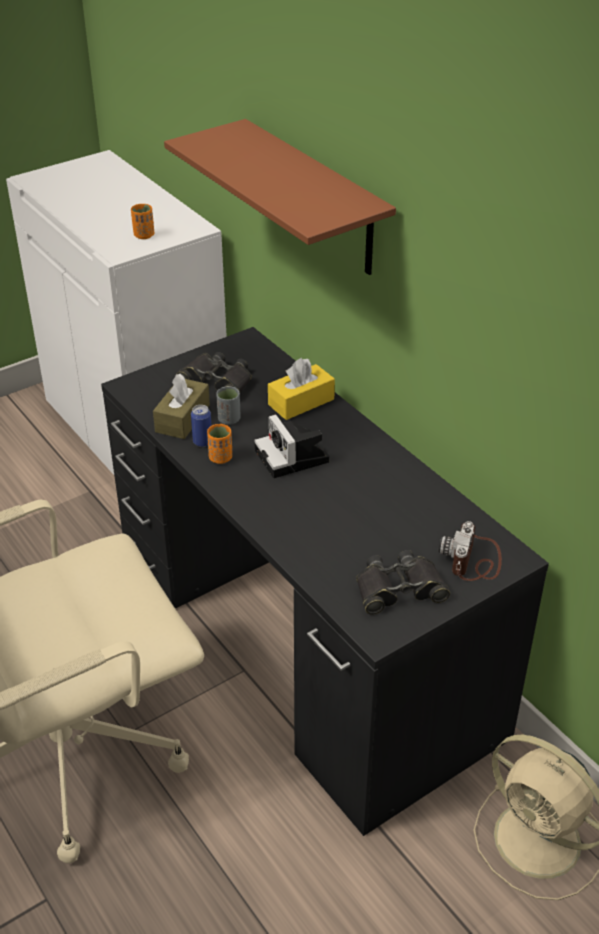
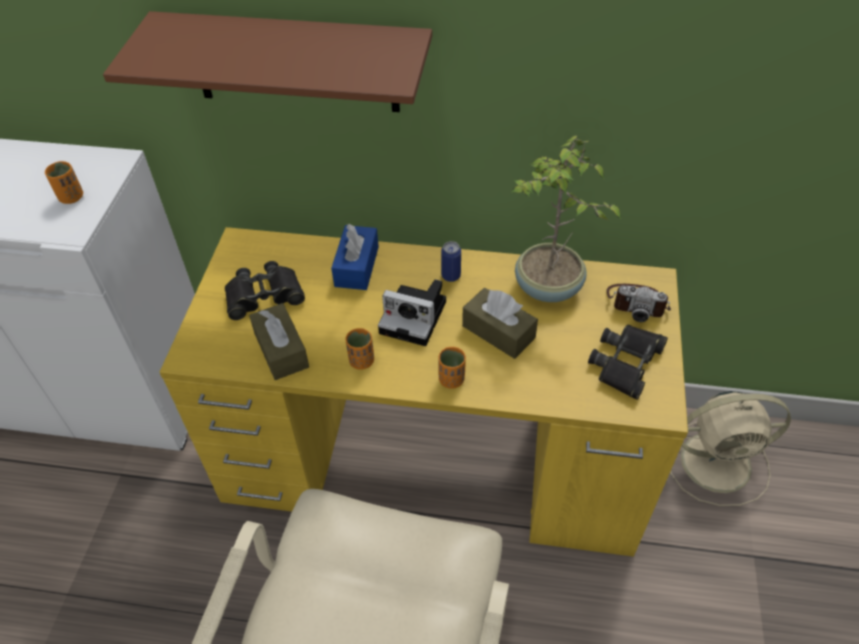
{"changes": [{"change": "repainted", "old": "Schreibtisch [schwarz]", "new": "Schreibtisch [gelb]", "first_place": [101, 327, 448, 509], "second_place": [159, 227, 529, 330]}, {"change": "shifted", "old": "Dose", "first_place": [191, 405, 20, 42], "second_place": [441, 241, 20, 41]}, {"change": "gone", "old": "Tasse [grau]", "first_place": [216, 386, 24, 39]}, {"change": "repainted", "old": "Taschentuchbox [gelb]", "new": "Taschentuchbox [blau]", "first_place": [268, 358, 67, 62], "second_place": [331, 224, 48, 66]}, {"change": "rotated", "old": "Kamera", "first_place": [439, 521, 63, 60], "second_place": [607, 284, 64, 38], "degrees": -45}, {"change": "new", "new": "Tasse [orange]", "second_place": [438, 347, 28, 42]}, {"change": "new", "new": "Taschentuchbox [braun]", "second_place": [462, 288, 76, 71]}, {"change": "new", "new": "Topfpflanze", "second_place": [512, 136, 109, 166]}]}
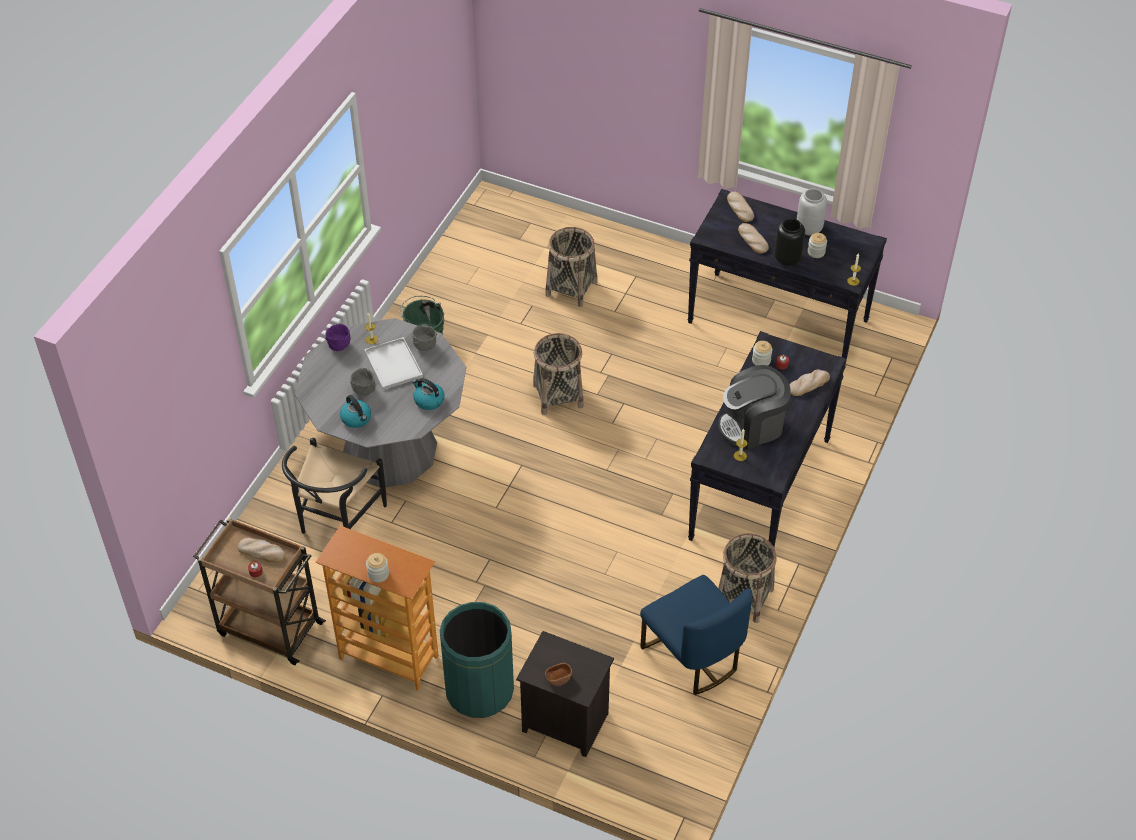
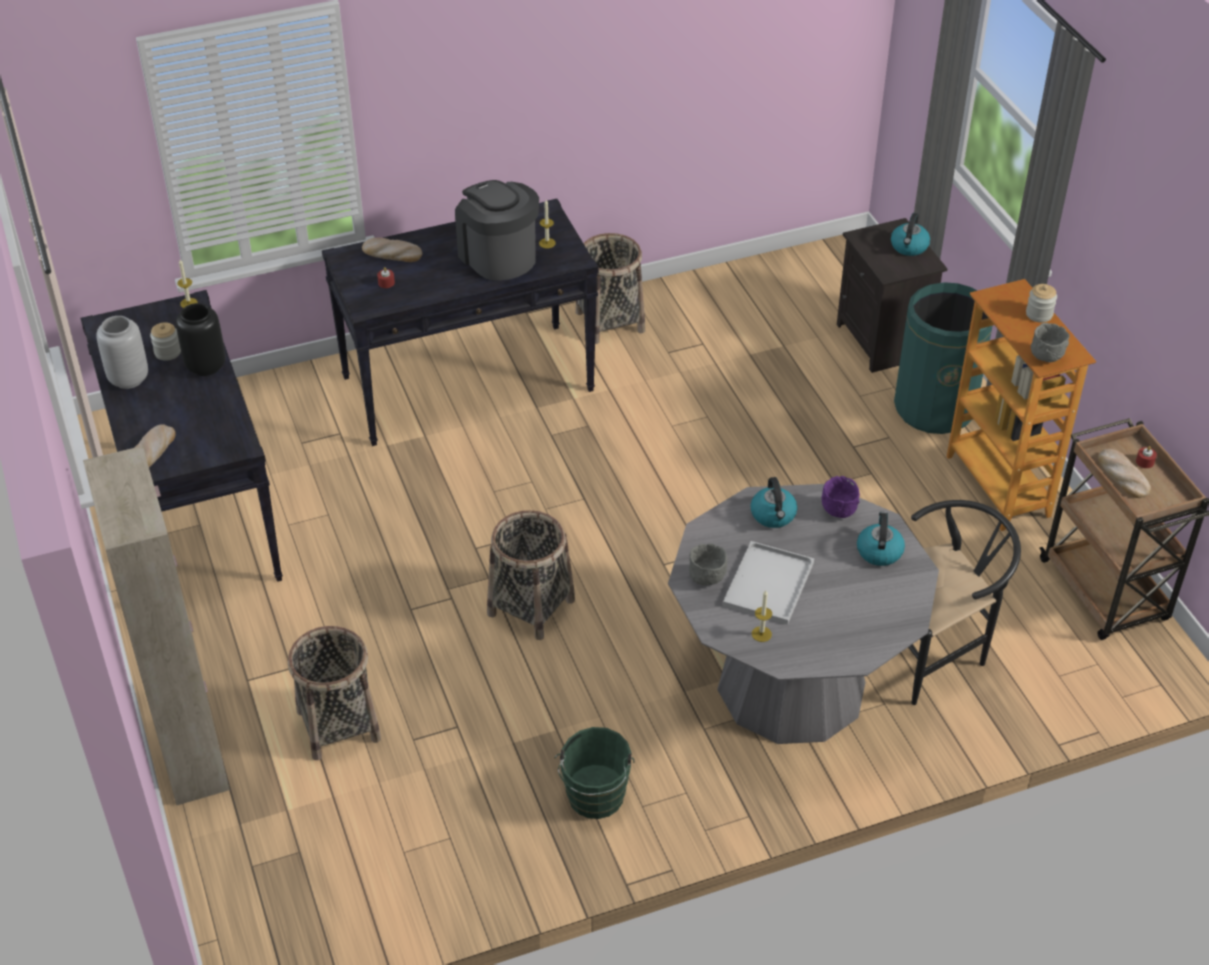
{"changes": [{"change": "shifted", "old": "Schüssel [lila]", "first_place": [325, 323, 26, 28], "second_place": [821, 476, 39, 42]}, {"change": "shifted", "old": "Schüssel [grau]", "first_place": [350, 368, 25, 28], "second_place": [1031, 323, 39, 39]}, {"change": "swapped", "old": "Schüssel [braun]", "new": "Wasserkessel", "first_place": [545, 663, 27, 23], "second_place": [891, 213, 39, 43]}, {"change": "gone", "old": "Stuhl [blau]", "first_place": [640, 575, 112, 120]}, {"change": "rotated", "old": "Kaffeemaschine", "first_place": [718, 365, 73, 85], "second_place": [455, 180, 84, 100], "degrees": -150}, {"change": "gone", "old": "Brot", "first_place": [738, 223, 31, 31]}, {"change": "gone", "old": "Vorratsglas", "first_place": [752, 341, 20, 25]}, {"change": "new", "new": "Schrank [beige]", "second_place": [83, 446, 147, 359]}]}
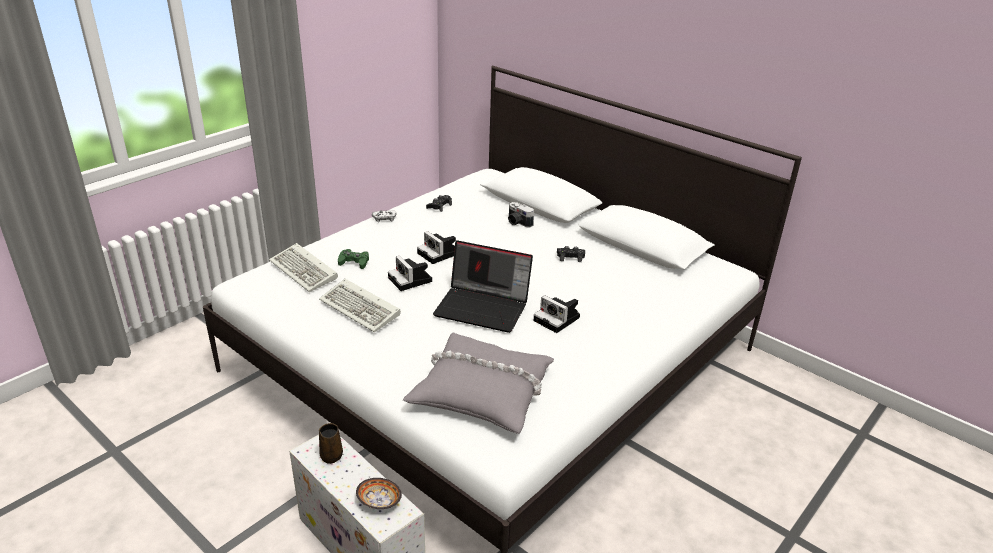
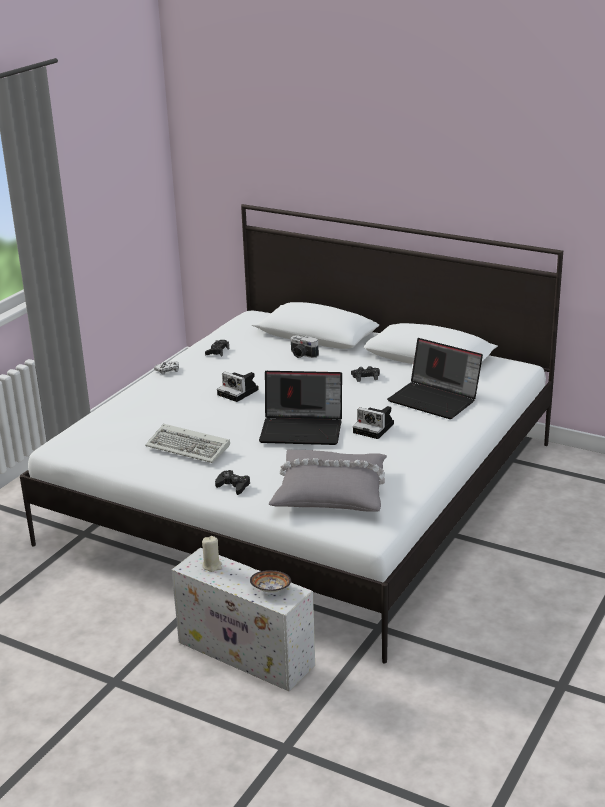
{"changes": [{"change": "gone", "old": "Tastatur", "first_place": [269, 243, 69, 49]}, {"change": "swapped", "old": "Henkelbecher [braun]", "new": "Kerze [beige]", "first_place": [319, 423, 24, 41], "second_place": [202, 536, 20, 36]}, {"change": "gone", "old": "Gamepad [grün]", "first_place": [338, 249, 31, 20]}, {"change": "gone", "old": "Kamera", "first_place": [388, 256, 44, 35]}, {"change": "new", "new": "Gamepad [schwarz]", "second_place": [215, 470, 35, 25]}, {"change": "new", "new": "Laptop", "second_place": [387, 338, 96, 81]}]}
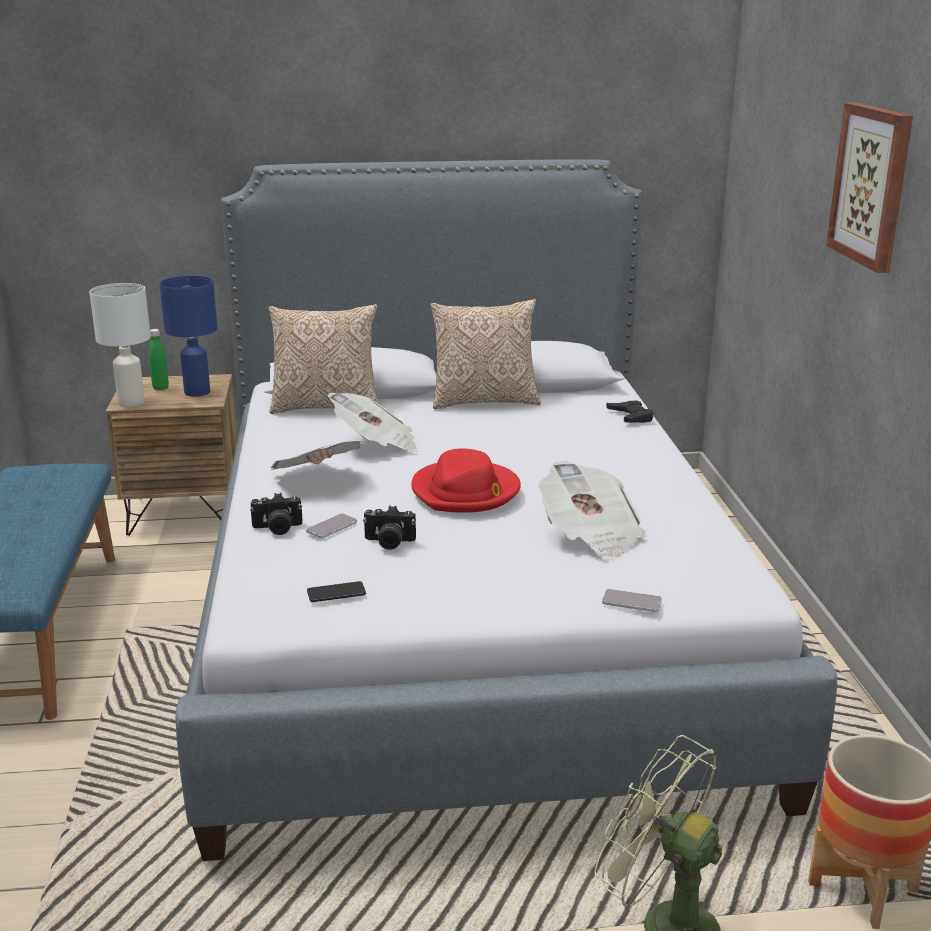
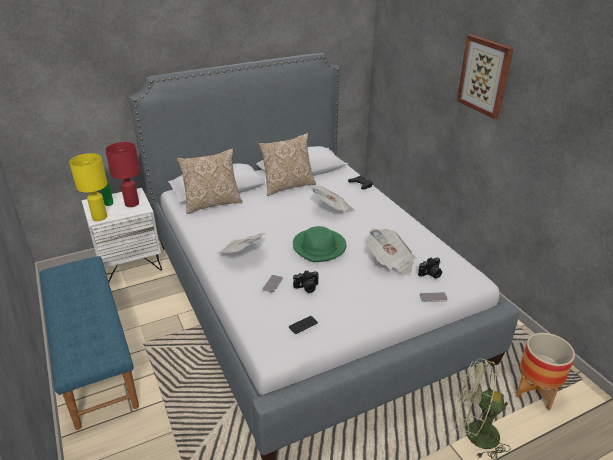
{"changes": [{"change": "repainted", "old": "Tischlampe [weiß]", "new": "Tischlampe [gelb]", "first_place": [89, 283, 62, 124], "second_place": [69, 153, 38, 68]}, {"change": "repainted", "old": "Nachttisch [braun]", "new": "Nachttisch [weiß]", "first_place": [106, 374, 132, 162], "second_place": [82, 188, 80, 94]}, {"change": "repainted", "old": "Tischlampe [blau]", "new": "Tischlampe [rot]", "first_place": [159, 276, 58, 121], "second_place": [105, 142, 35, 65]}, {"change": "shifted", "old": "Kamera", "first_place": [250, 493, 53, 42], "second_place": [418, 257, 24, 22]}, {"change": "shifted", "old": "Zeitung", "first_place": [328, 393, 90, 59], "second_place": [311, 186, 45, 26]}, {"change": "repainted", "old": "Hut [rot]", "new": "Hut [grün]", "first_place": [411, 448, 110, 65], "second_place": [293, 226, 54, 36]}]}
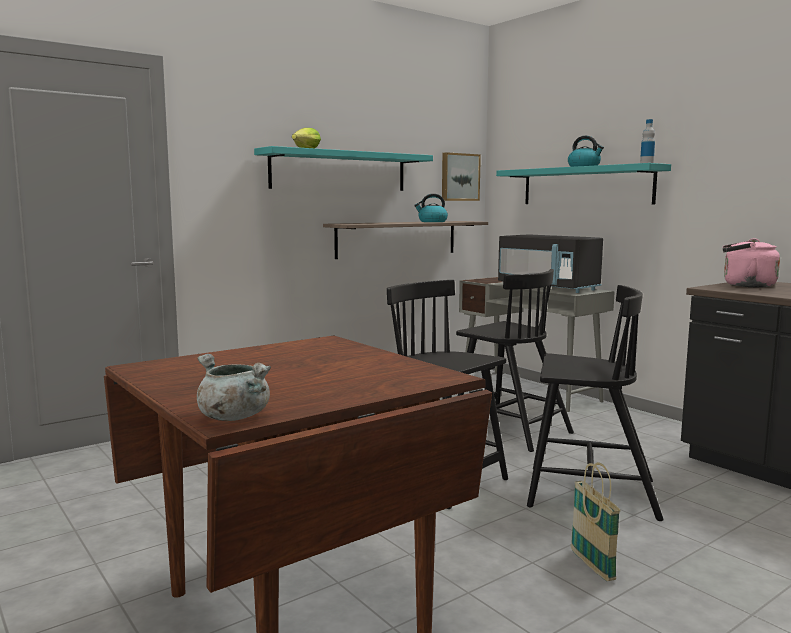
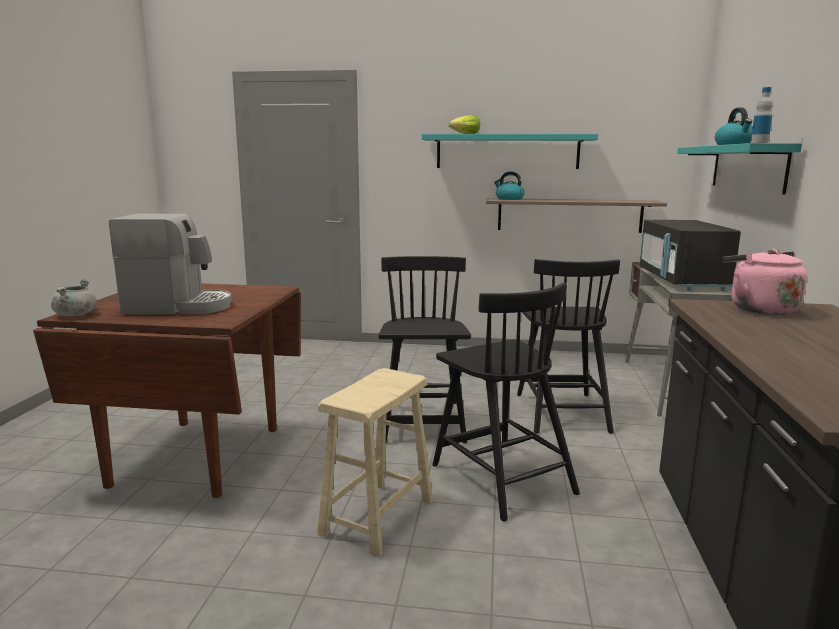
{"changes": [{"change": "shifted", "old": "Wasserkessel", "first_place": [414, 194, 34, 28], "second_place": [494, 172, 31, 28]}, {"change": "gone", "old": "Bild", "first_place": [442, 152, 39, 49]}, {"change": "swapped", "old": "Korb", "new": "Hocker [beige]", "first_place": [571, 462, 50, 119], "second_place": [317, 368, 116, 189]}, {"change": "new", "new": "Kaffeemaschine", "second_place": [109, 214, 122, 101]}]}
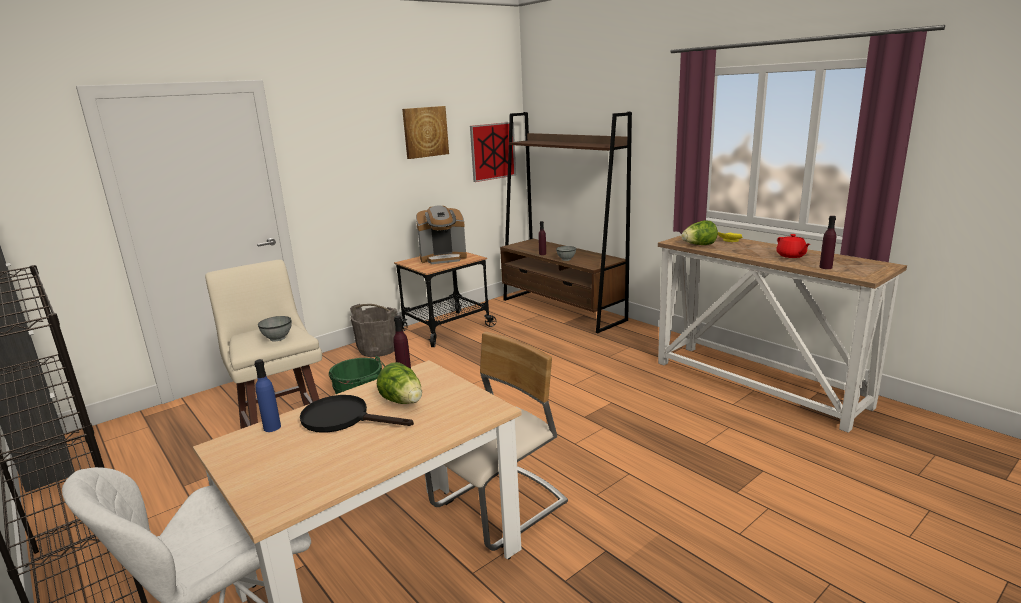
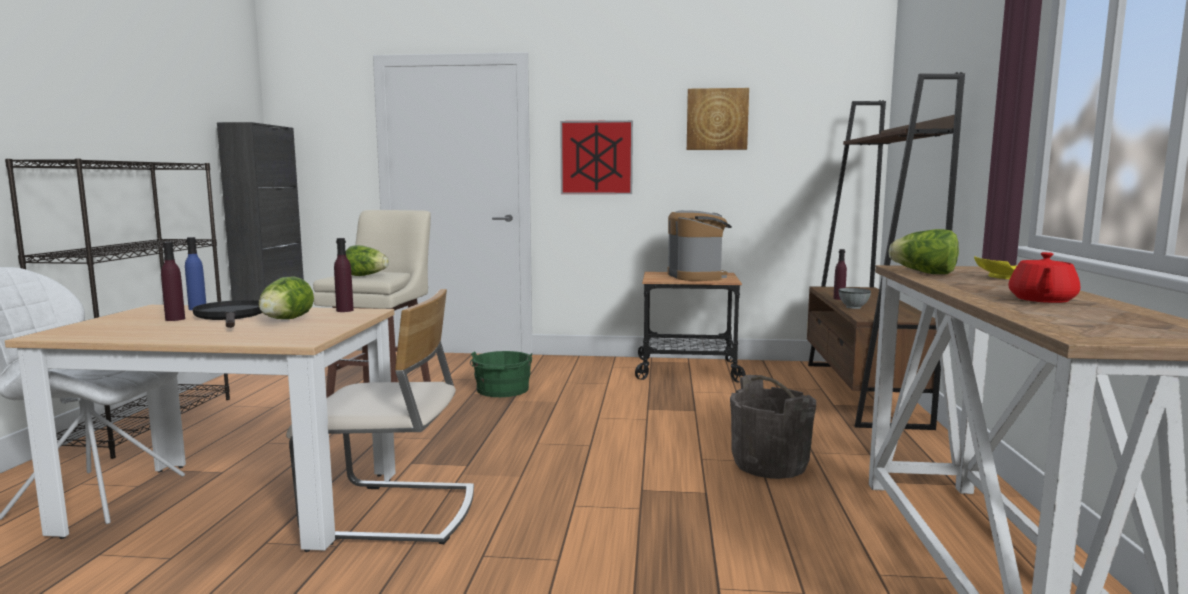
{"changes": [{"change": "swapped", "old": "Schüssel [grau]", "new": "Salatkopf", "first_place": [258, 316, 34, 25], "second_place": [346, 245, 43, 31]}, {"change": "shifted", "old": "Eimer [grau]", "first_place": [350, 304, 48, 53], "second_place": [730, 375, 86, 104]}, {"change": "rotated", "old": "Kaffeemaschine", "first_place": [416, 205, 51, 59], "second_place": [668, 210, 64, 71], "degrees": -135}, {"change": "shifted", "old": "Bild", "first_place": [470, 122, 46, 60], "second_place": [560, 120, 73, 74]}, {"change": "shifted", "old": "Flasche [lila]", "first_place": [820, 216, 16, 53], "second_place": [161, 242, 24, 79]}]}
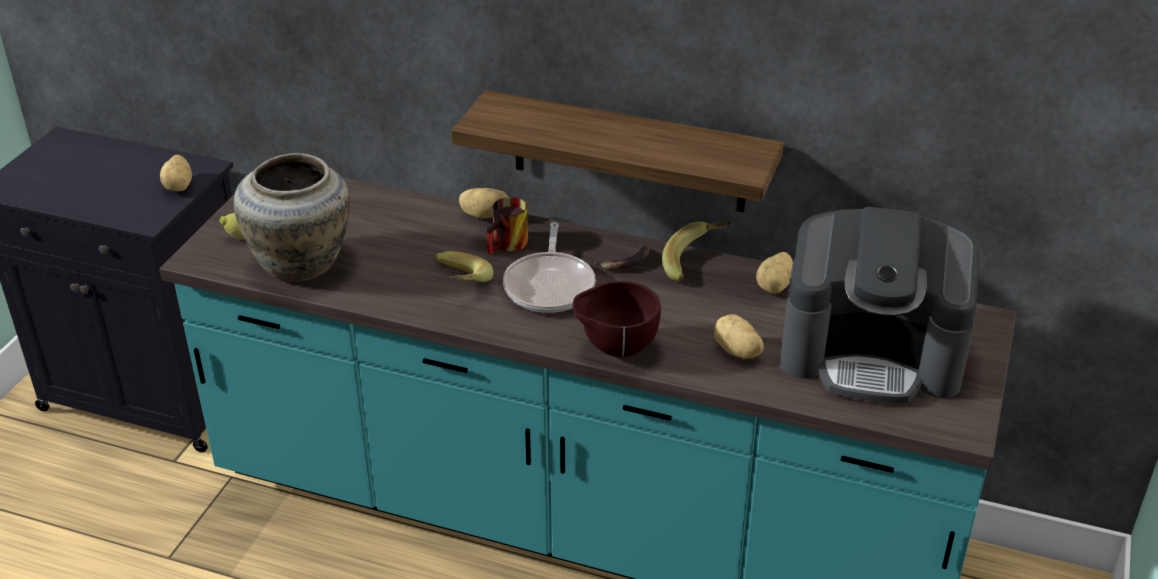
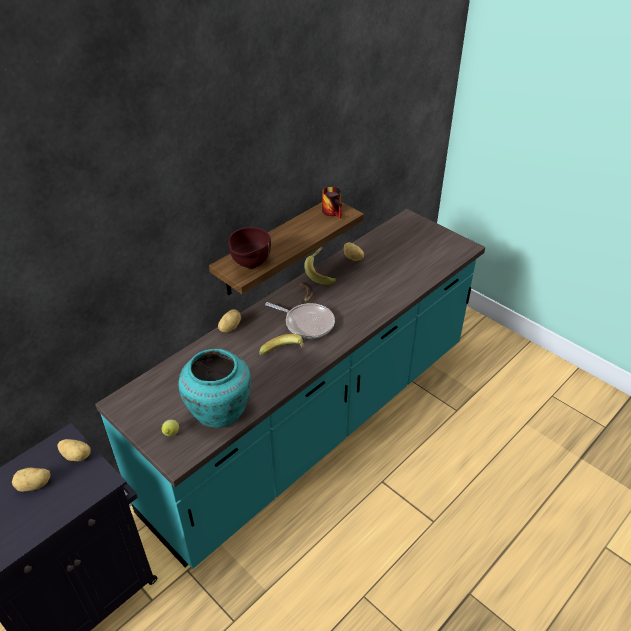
{"changes": [{"change": "repainted", "old": "Vase [beige]", "new": "Vase [türkis]", "first_place": [234, 153, 116, 129], "second_place": [178, 349, 73, 79]}, {"change": "shifted", "old": "Henkelbecher", "first_place": [487, 197, 41, 58], "second_place": [322, 187, 20, 31]}, {"change": "shifted", "old": "Schüssel [braun]", "first_place": [573, 280, 88, 78], "second_place": [228, 227, 43, 42]}, {"change": "shifted", "old": "Kartoffel", "first_place": [714, 314, 50, 45], "second_place": [12, 467, 39, 25]}, {"change": "gone", "old": "Kaffeemaschine", "first_place": [780, 207, 200, 196]}]}
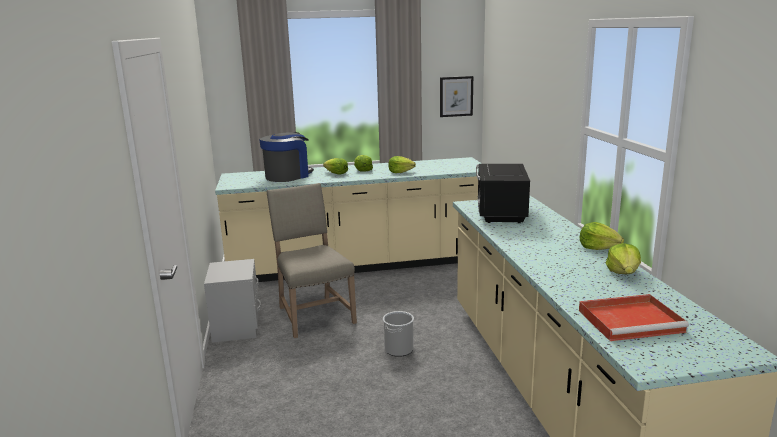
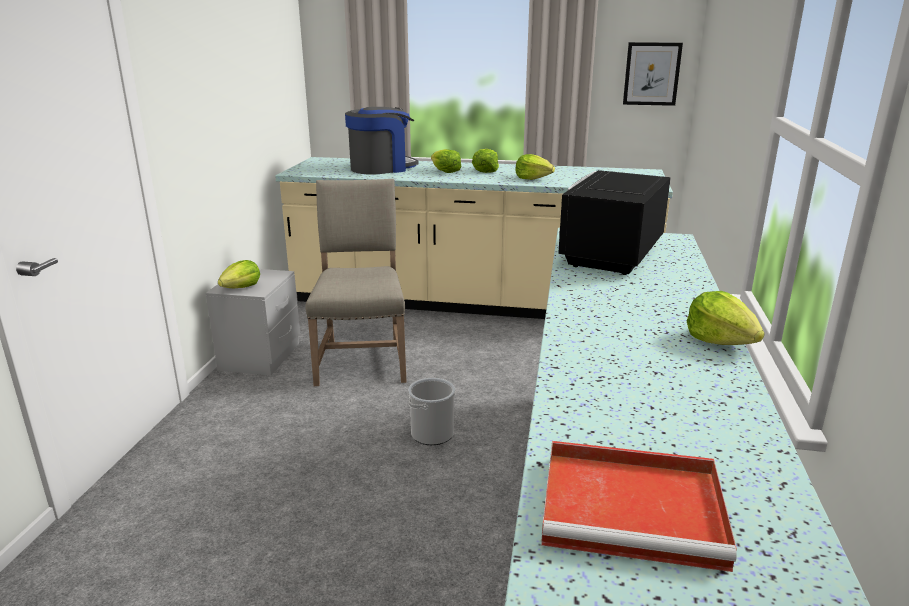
{"changes": [{"change": "shifted", "old": "Salatkopf", "first_place": [606, 243, 35, 31], "second_place": [218, 260, 42, 28]}]}
